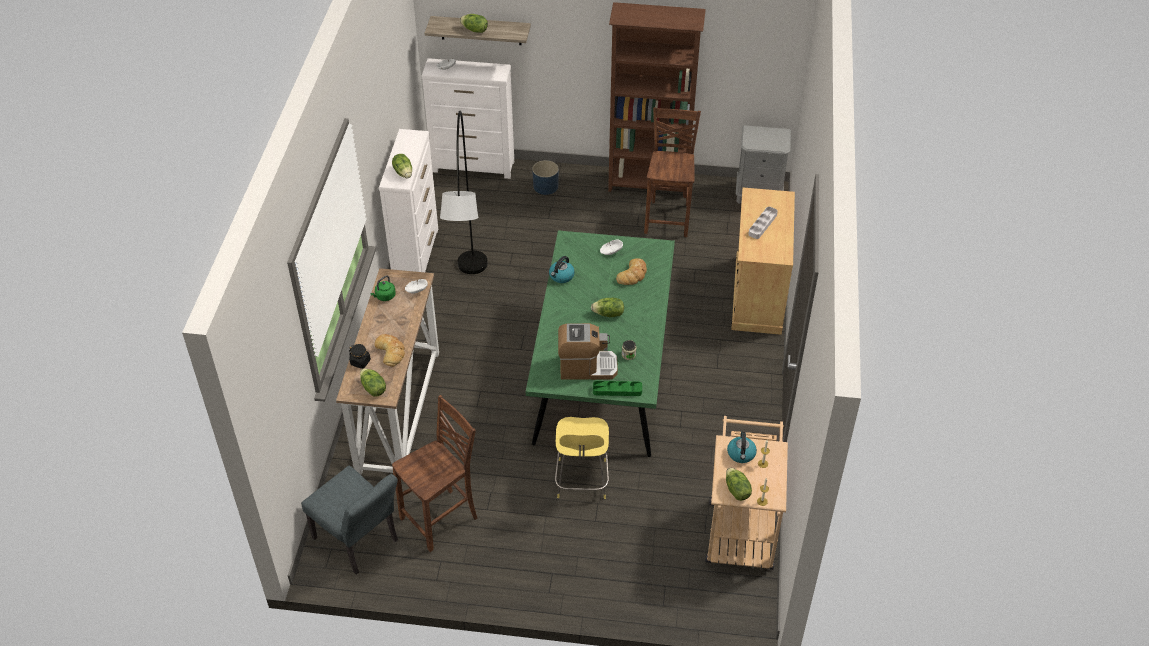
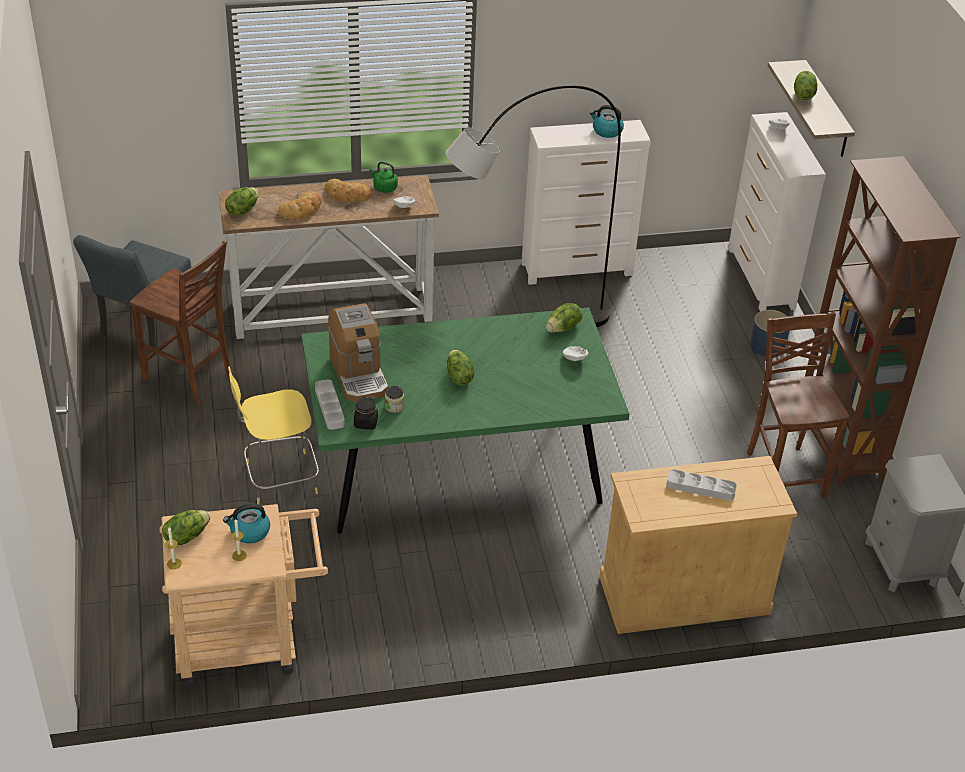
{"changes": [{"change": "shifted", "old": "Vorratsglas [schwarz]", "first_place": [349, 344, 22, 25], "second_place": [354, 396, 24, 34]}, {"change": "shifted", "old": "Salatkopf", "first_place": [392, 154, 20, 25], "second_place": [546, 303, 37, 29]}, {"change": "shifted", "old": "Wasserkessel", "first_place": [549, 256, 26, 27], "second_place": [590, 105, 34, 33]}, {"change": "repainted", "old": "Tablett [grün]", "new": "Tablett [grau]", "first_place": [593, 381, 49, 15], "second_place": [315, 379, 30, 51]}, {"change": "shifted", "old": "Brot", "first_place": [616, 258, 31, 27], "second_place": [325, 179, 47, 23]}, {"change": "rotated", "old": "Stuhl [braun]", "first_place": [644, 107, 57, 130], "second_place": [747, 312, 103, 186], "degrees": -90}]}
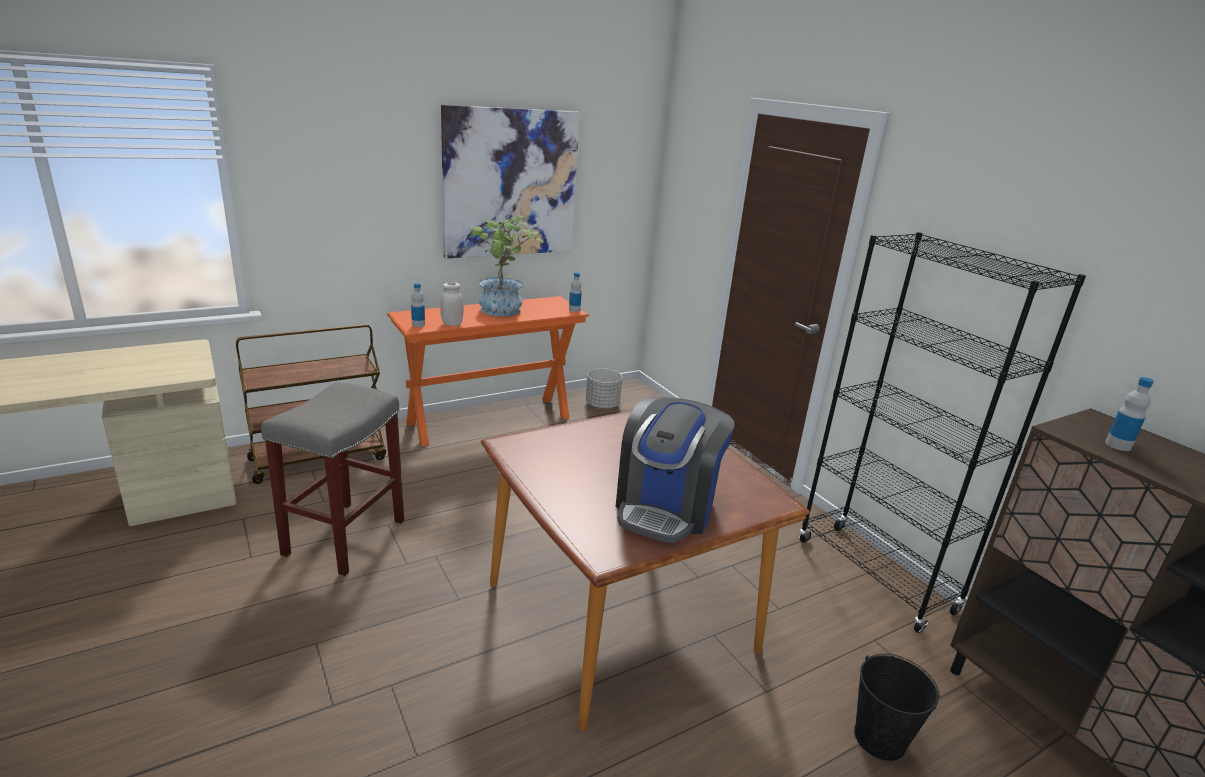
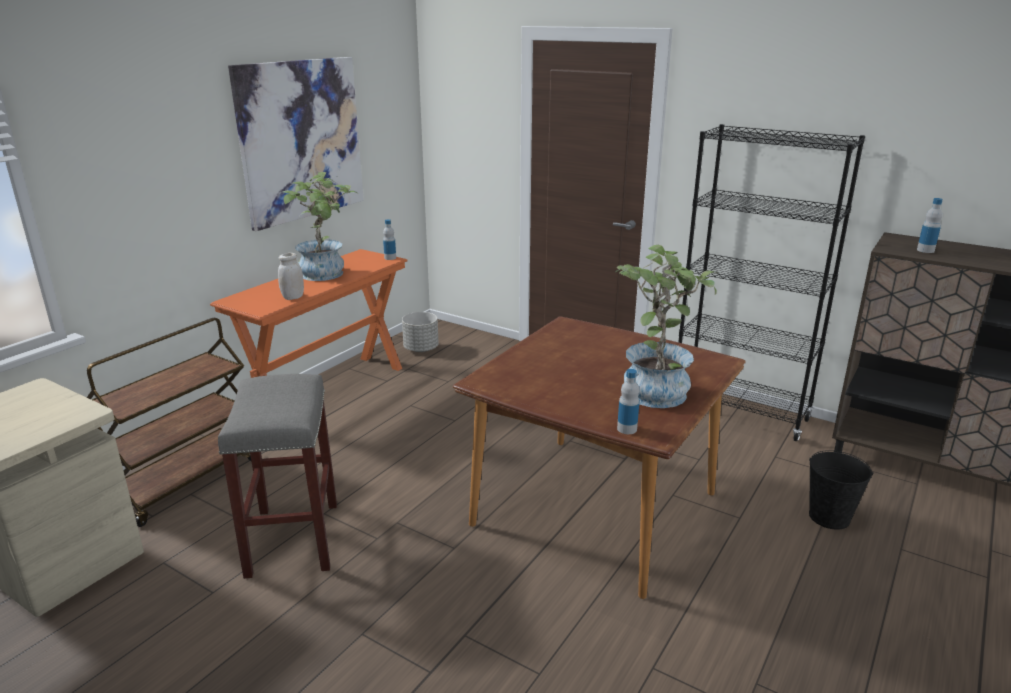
{"changes": [{"change": "shifted", "old": "Flasche", "first_place": [411, 283, 14, 44], "second_place": [617, 369, 22, 65]}, {"change": "swapped", "old": "Kaffeemaschine", "new": "Topfpflanze", "first_place": [616, 397, 118, 146], "second_place": [615, 244, 103, 164]}]}
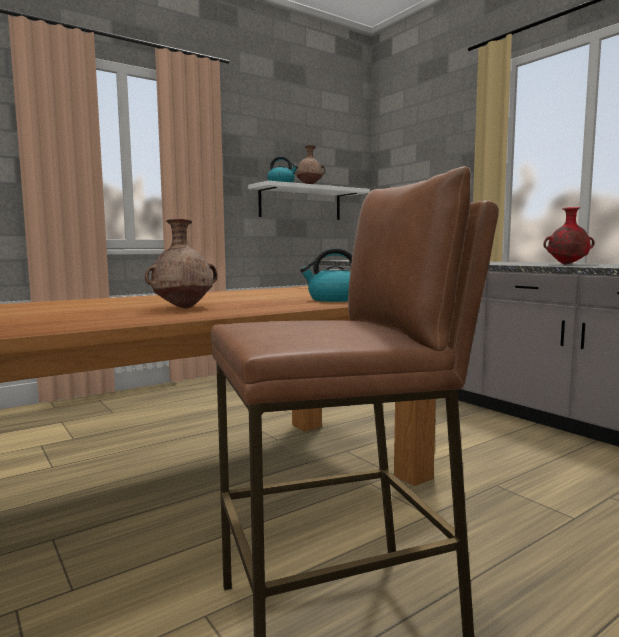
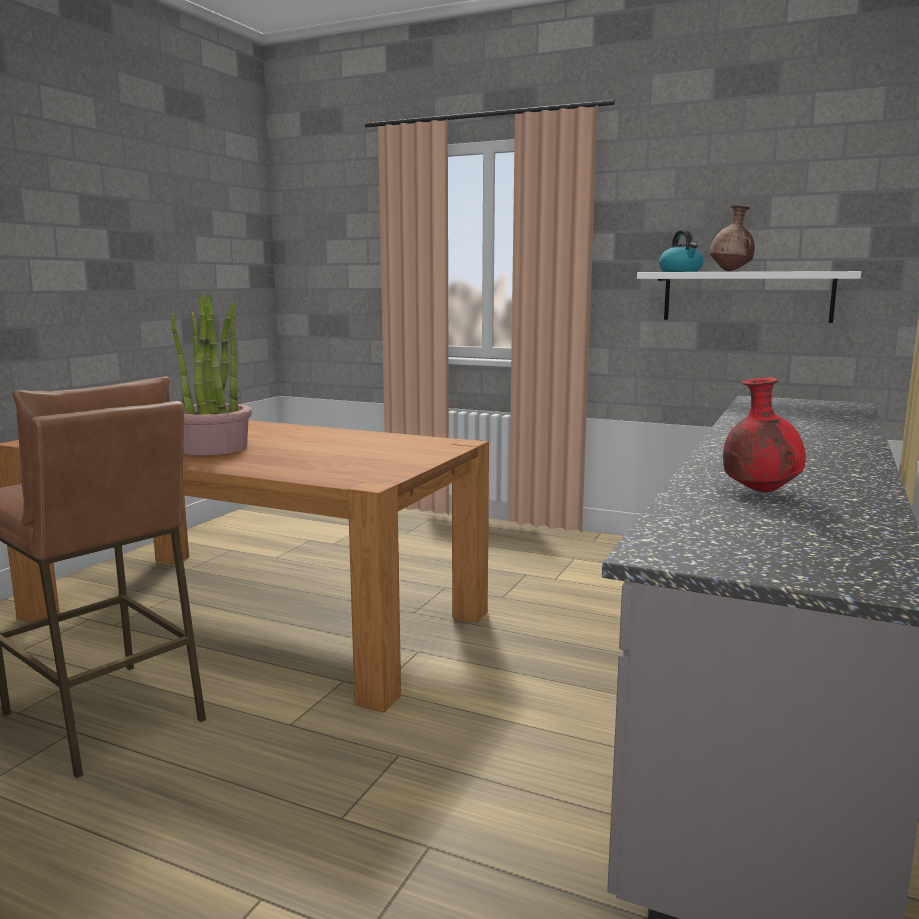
{"changes": [{"change": "swapped", "old": "Vase [braun]", "new": "Topfpflanze", "first_place": [145, 219, 73, 90], "second_place": [171, 294, 81, 161]}, {"change": "gone", "old": "Wasserkessel", "first_place": [300, 248, 52, 54]}]}
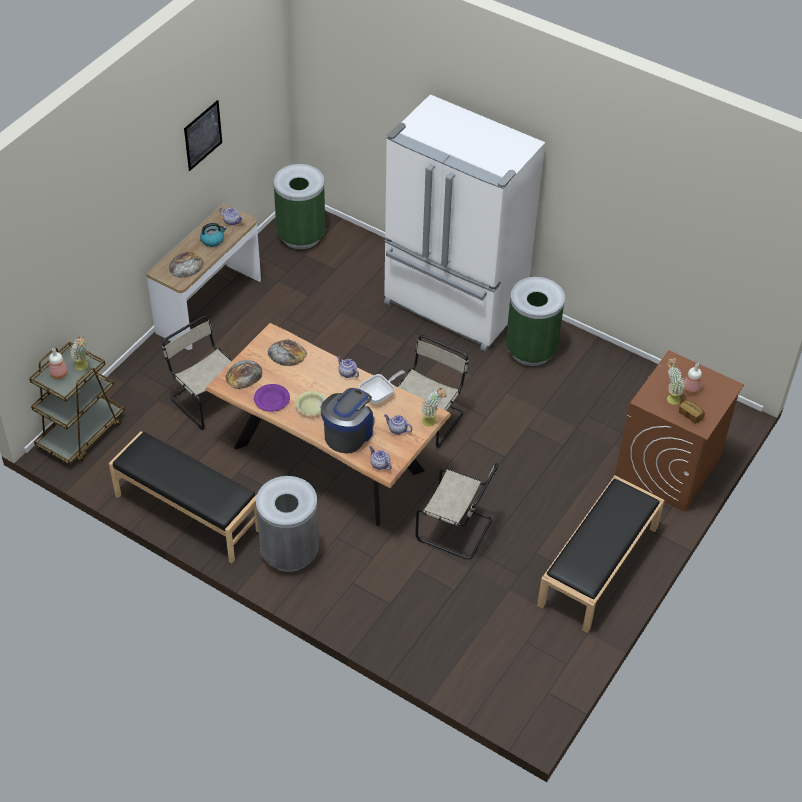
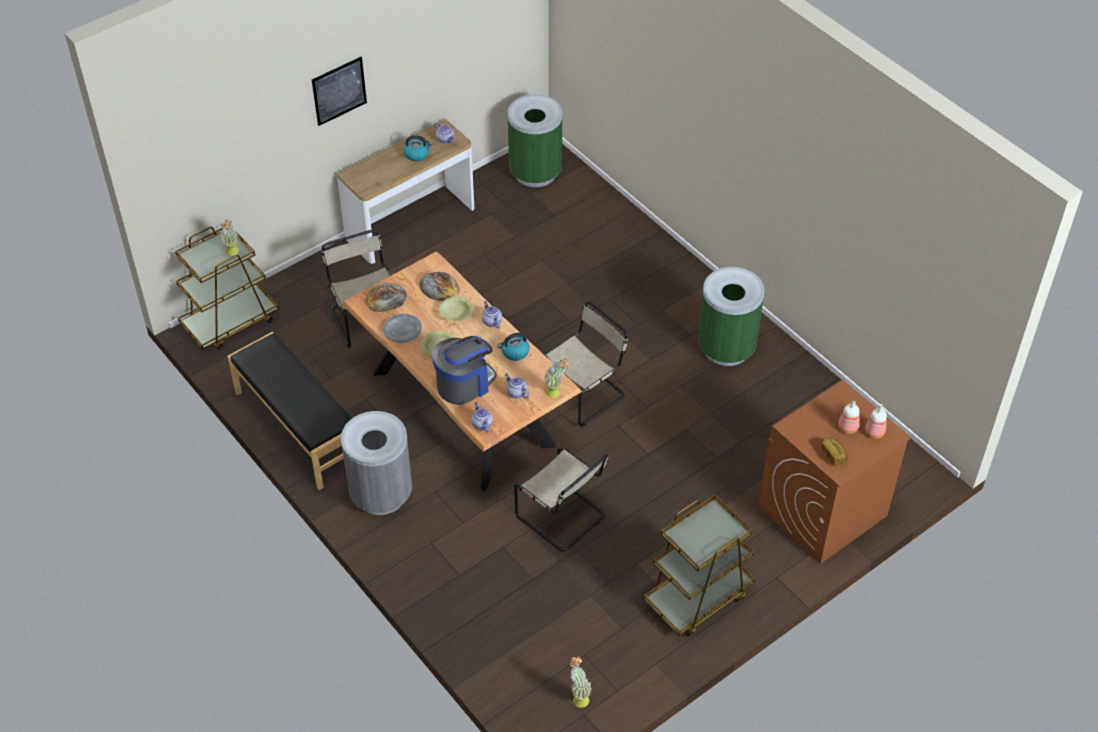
{"changes": [{"change": "shifted", "old": "Flasche", "first_place": [49, 348, 19, 31], "second_place": [865, 404, 22, 35]}, {"change": "gone", "old": "Brot", "first_place": [169, 252, 35, 26]}, {"change": "shifted", "old": "Bild", "first_place": [184, 100, 38, 71], "second_place": [312, 57, 55, 69]}, {"change": "repainted", "old": "Teller [lila]", "new": "Teller [grau]", "first_place": [254, 384, 36, 28], "second_place": [383, 314, 39, 29]}, {"change": "swapped", "old": "Pfanne", "new": "Wasserkessel", "first_place": [359, 370, 46, 34], "second_place": [498, 333, 32, 28]}, {"change": "gone", "old": "Kühlschrank [weiß]", "first_place": [384, 94, 161, 257]}, {"change": "swapped", "old": "Bank [schwarz]", "new": "Rollwagen [braun]", "first_place": [537, 475, 128, 158], "second_place": [643, 494, 112, 143]}, {"change": "shifted", "old": "Topfpflanze", "first_place": [666, 358, 20, 47], "second_place": [570, 656, 21, 52]}, {"change": "new", "new": "Schüssel [gelb]", "second_place": [439, 296, 34, 26]}]}
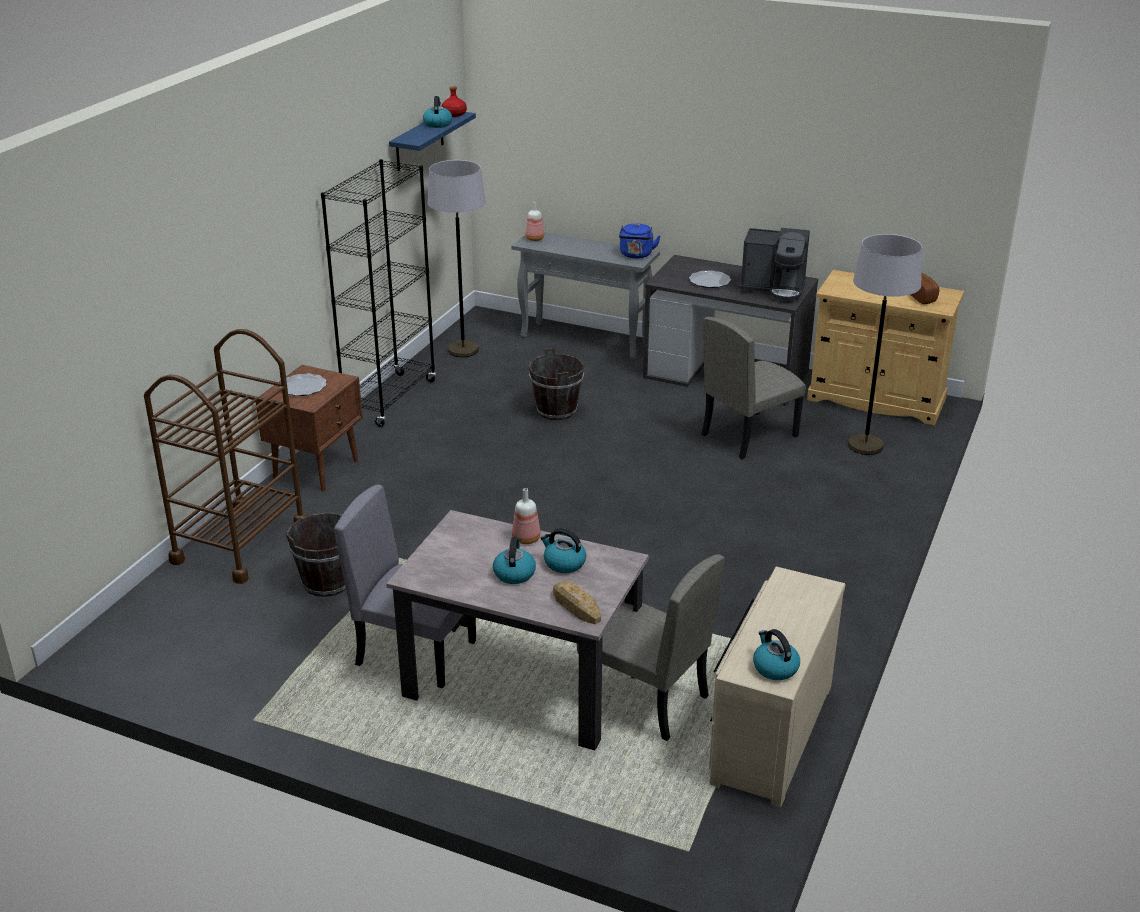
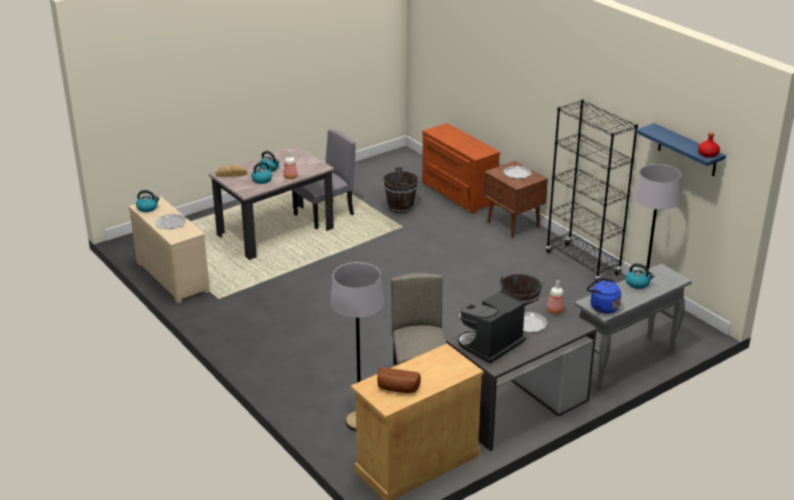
{"changes": [{"change": "swapped", "old": "Rollwagen [braun]", "new": "Kommode [braun]", "first_place": [144, 329, 163, 255], "second_place": [422, 123, 78, 91]}, {"change": "shifted", "old": "Wasserkessel", "first_place": [423, 96, 29, 32], "second_place": [626, 263, 28, 26]}, {"change": "shifted", "old": "Flasche", "first_place": [525, 201, 19, 40], "second_place": [547, 280, 17, 34]}, {"change": "gone", "old": "Stuhl [beige]", "first_place": [577, 554, 148, 187]}, {"change": "new", "new": "Teller", "second_place": [155, 214, 32, 15]}]}
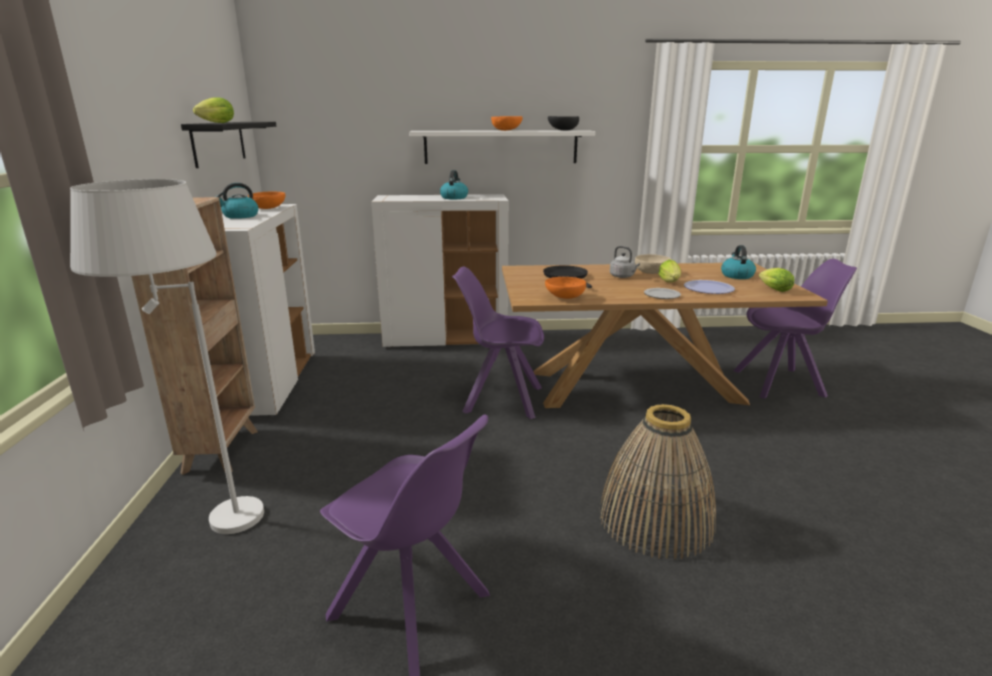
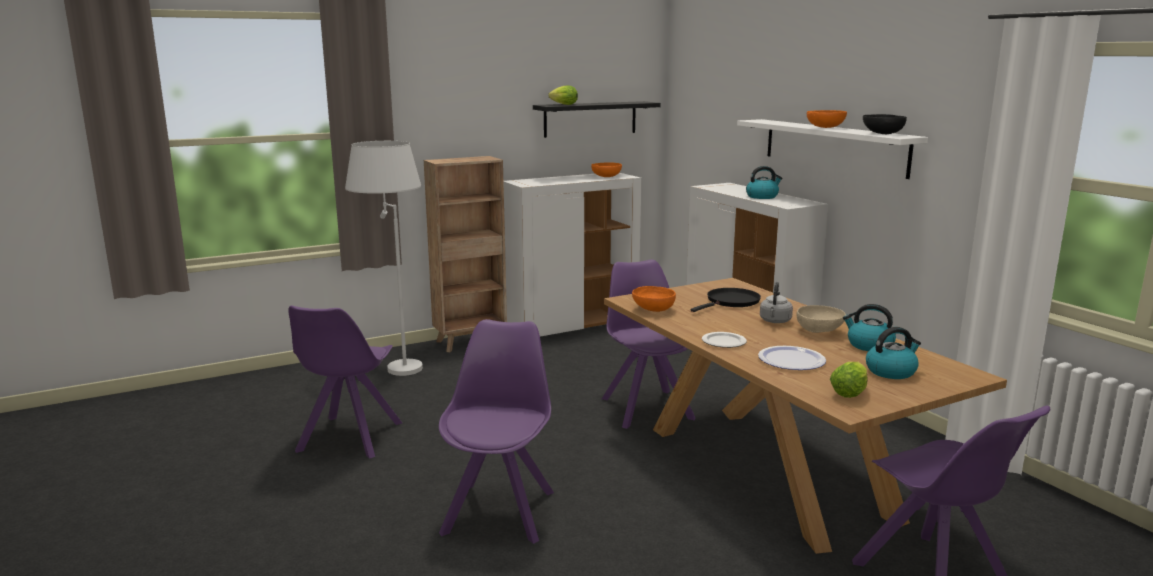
{"changes": [{"change": "shifted", "old": "Wasserkessel", "first_place": [215, 183, 44, 36], "second_place": [843, 304, 53, 47]}, {"change": "swapped", "old": "Korb", "new": "Stuhl [lila]", "first_place": [600, 404, 116, 155], "second_place": [439, 319, 115, 225]}, {"change": "gone", "old": "Salatkopf", "first_place": [658, 260, 23, 22]}]}
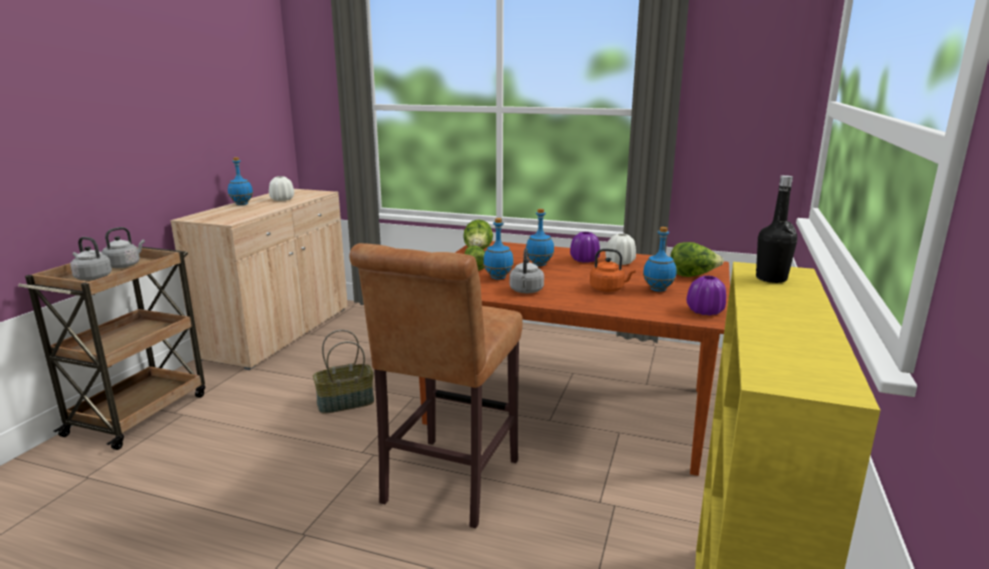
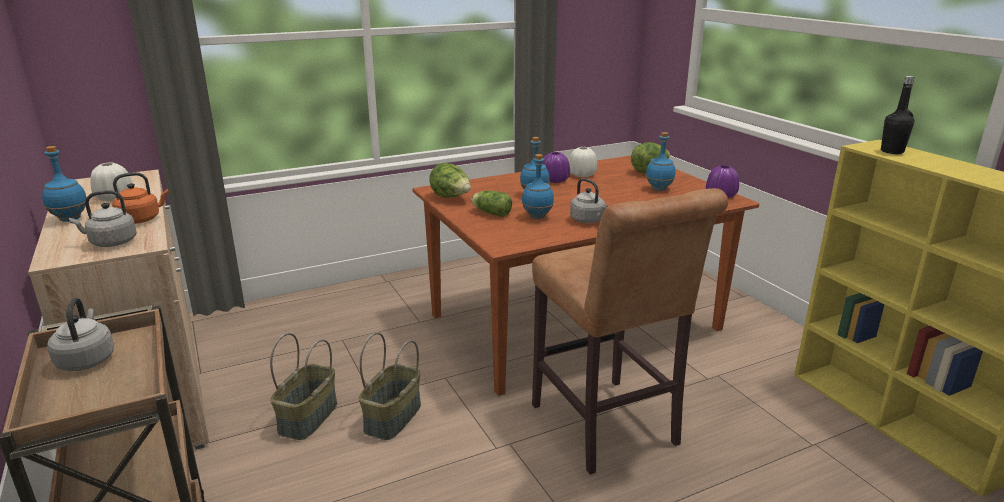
{"changes": [{"change": "shifted", "old": "Wasserkessel [grau]", "first_place": [70, 237, 42, 44], "second_place": [69, 190, 68, 57]}, {"change": "shifted", "old": "Wasserkessel [orange]", "first_place": [590, 249, 46, 43], "second_place": [112, 172, 57, 52]}, {"change": "new", "new": "Korb", "second_place": [270, 333, 67, 107]}]}
